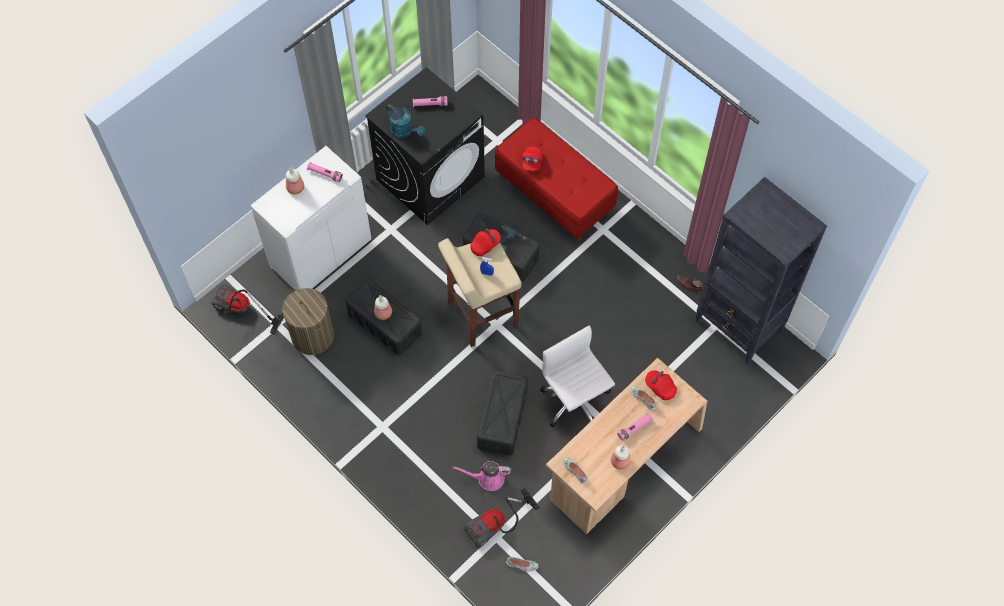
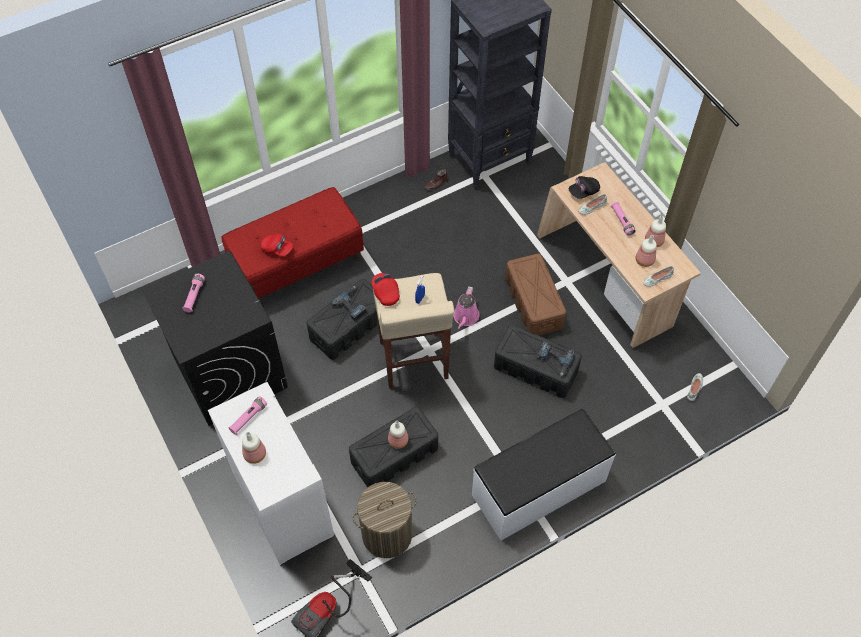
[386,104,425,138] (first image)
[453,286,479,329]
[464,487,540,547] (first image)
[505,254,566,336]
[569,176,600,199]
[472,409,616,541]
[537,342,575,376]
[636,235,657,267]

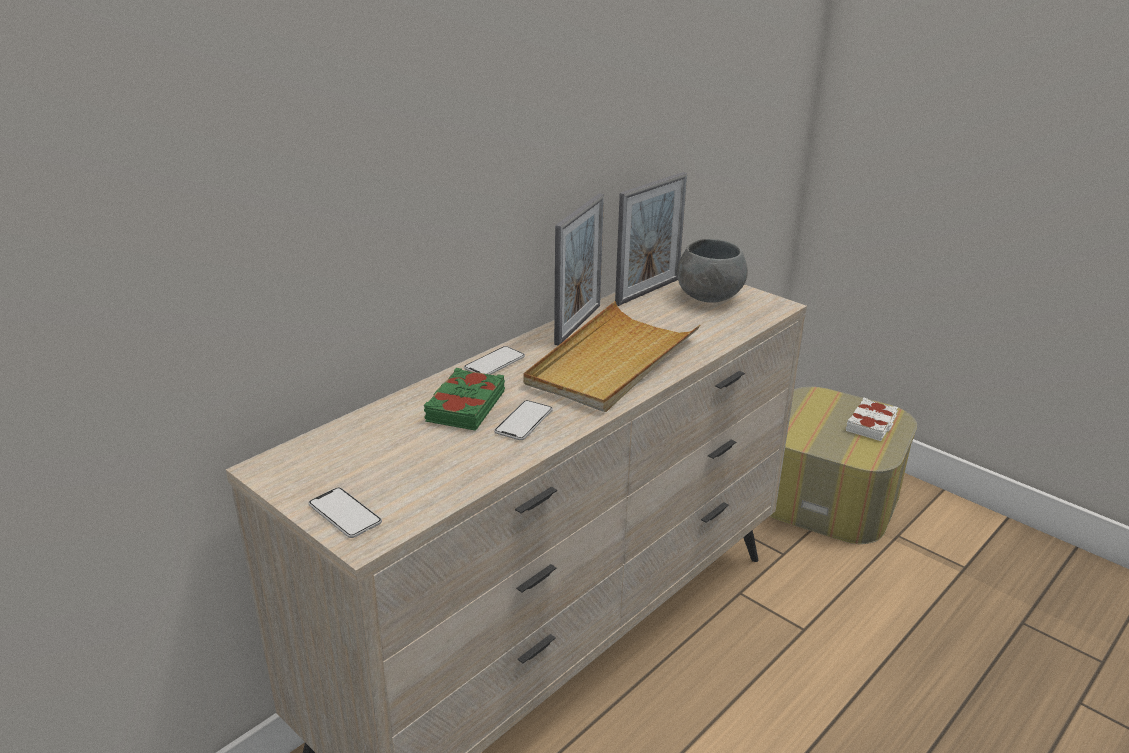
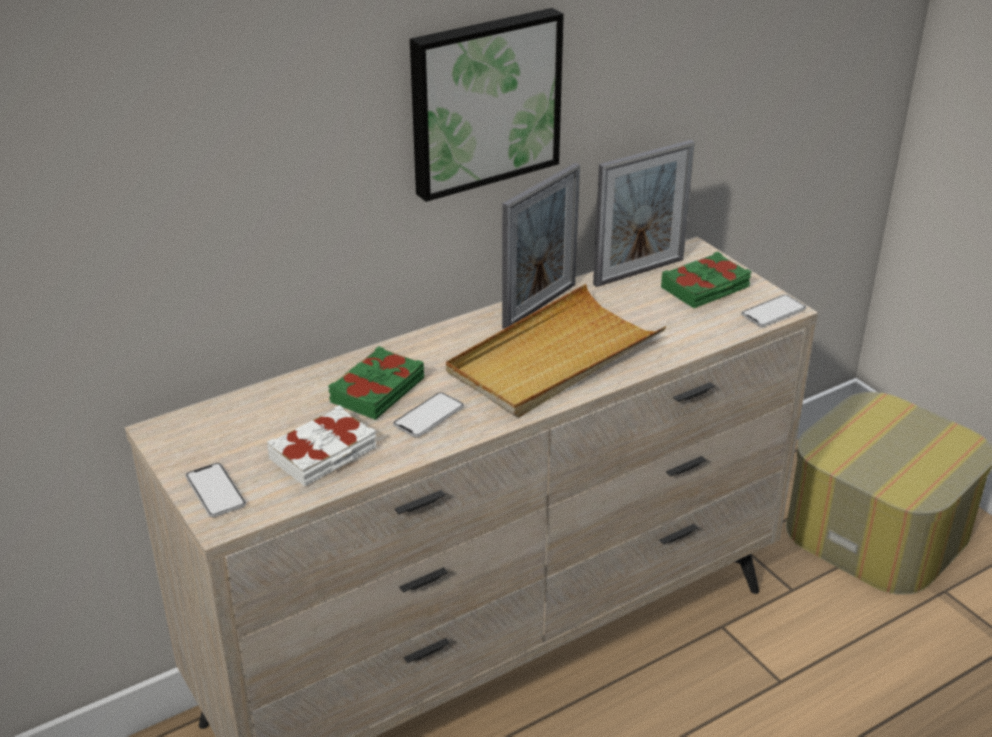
[741,295,806,327]
[661,252,752,308]
[267,405,377,486]
[410,8,564,202]

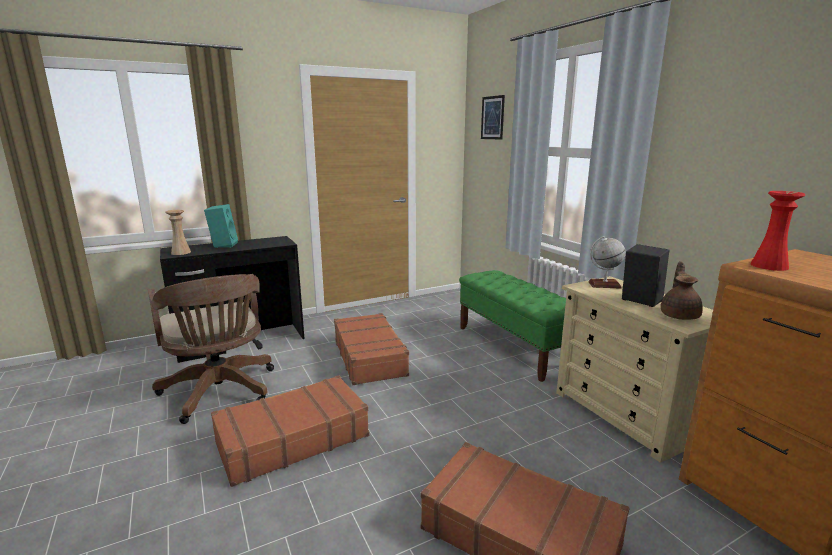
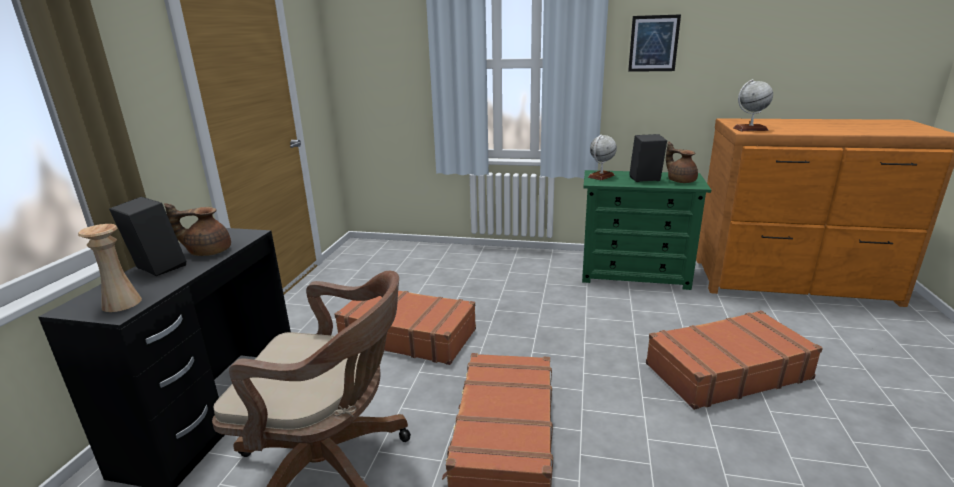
[109,197,186,276]
[459,270,566,382] (first image)
[628,14,681,72]
[582,170,711,290]
[733,79,773,131]
[164,203,231,256]

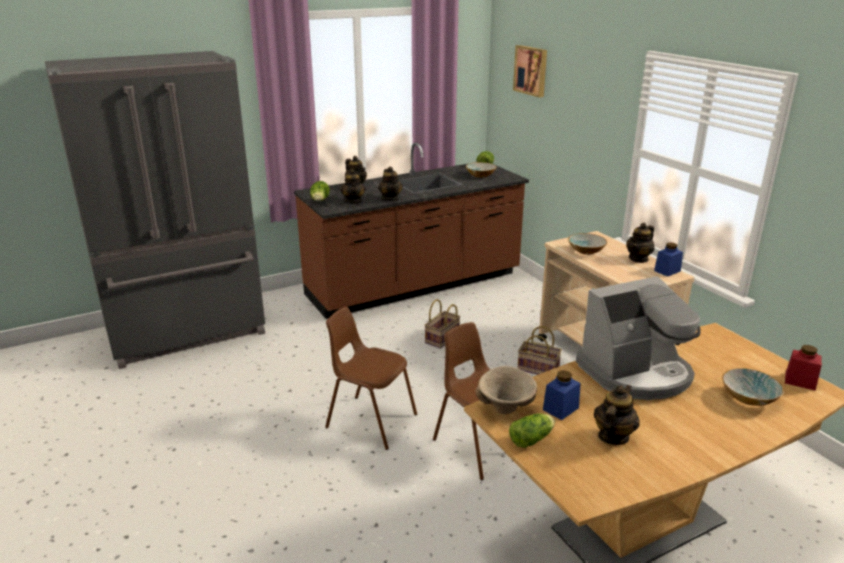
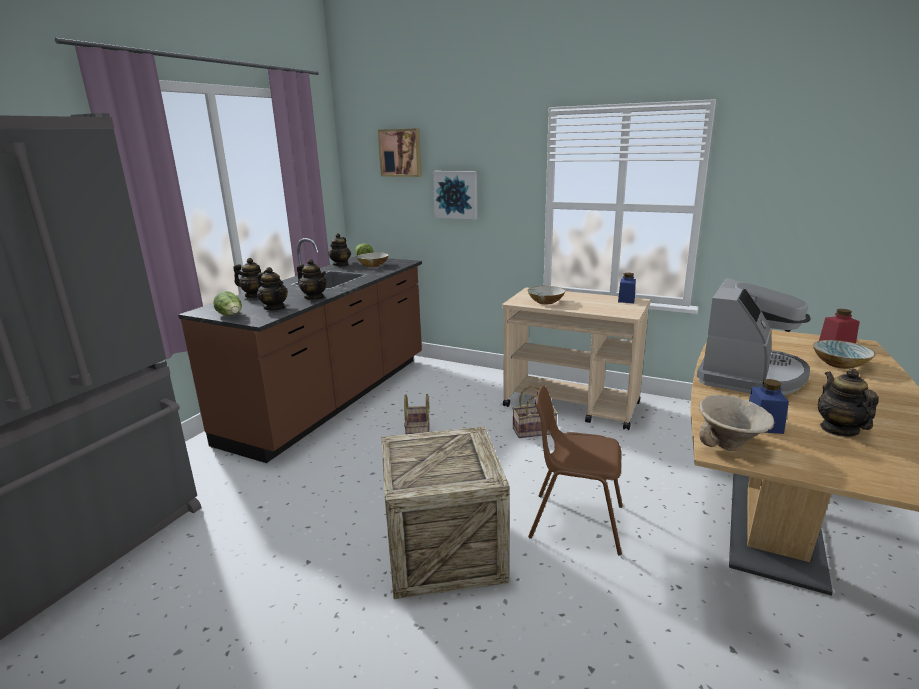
[382,426,510,599]
[509,413,555,448] (first image)
[328,233,351,266]
[433,171,477,219]

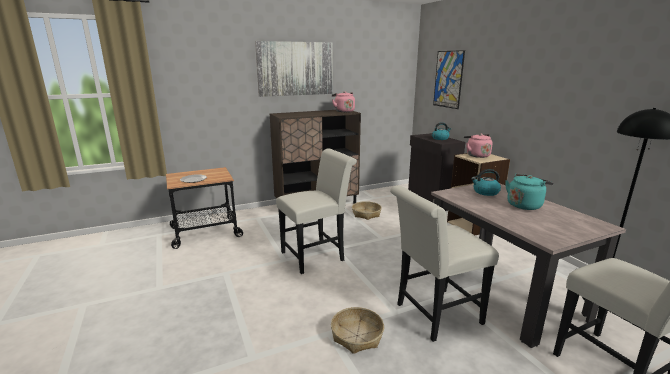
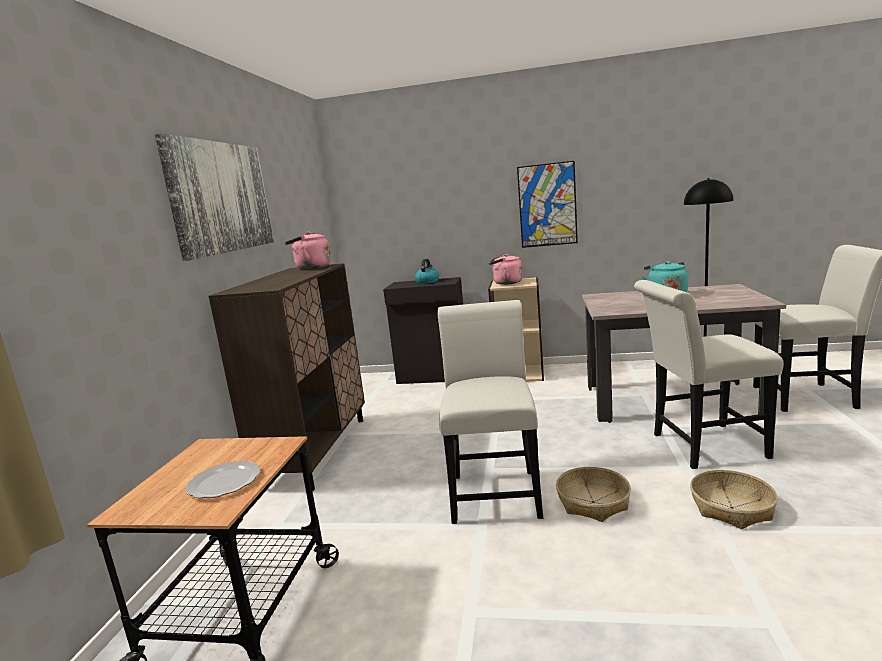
[556,467,631,522]
[634,280,783,469]
[517,161,578,248]
[471,169,501,196] (first image)

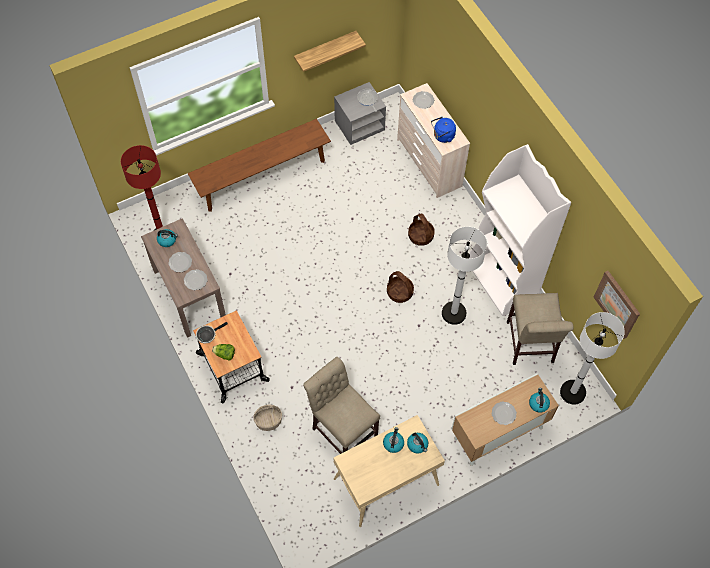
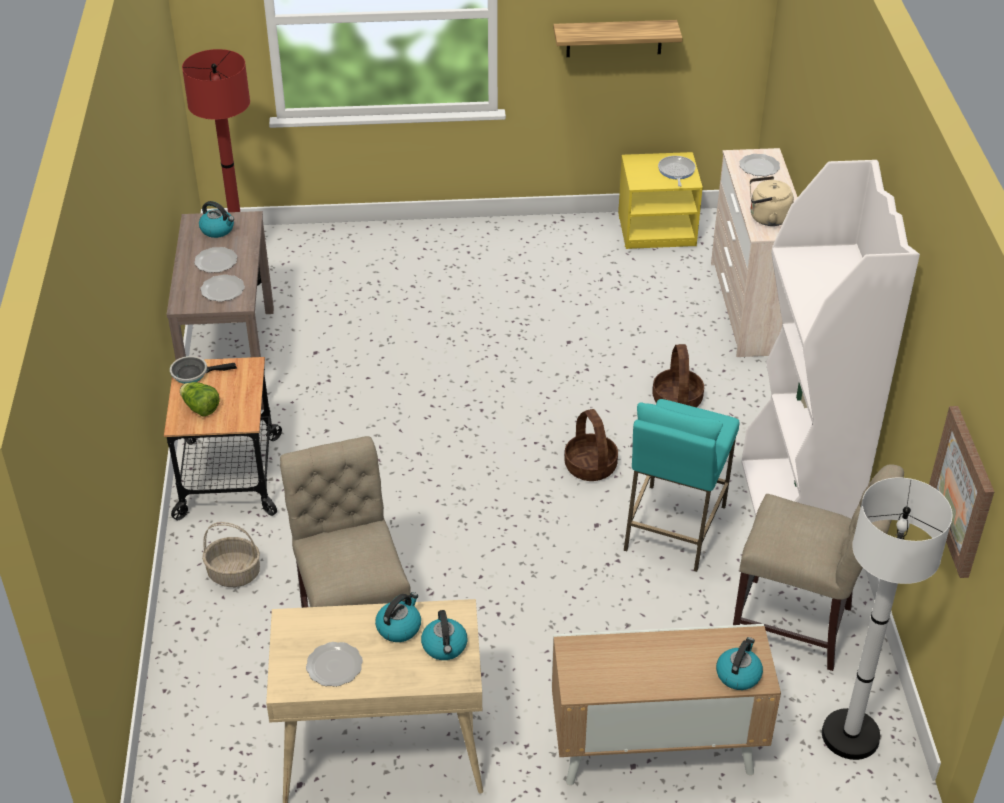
[187,119,331,212] (first image)
[618,152,703,249]
[750,176,794,226]
[624,399,740,572]
[306,642,363,687]
[733,464,904,671]

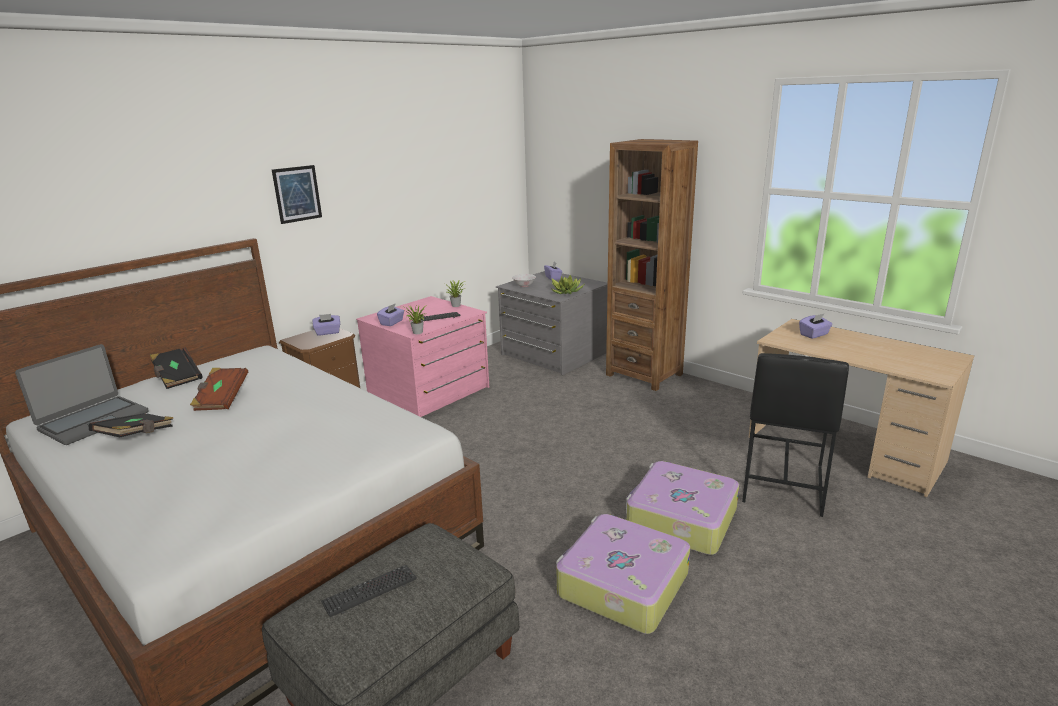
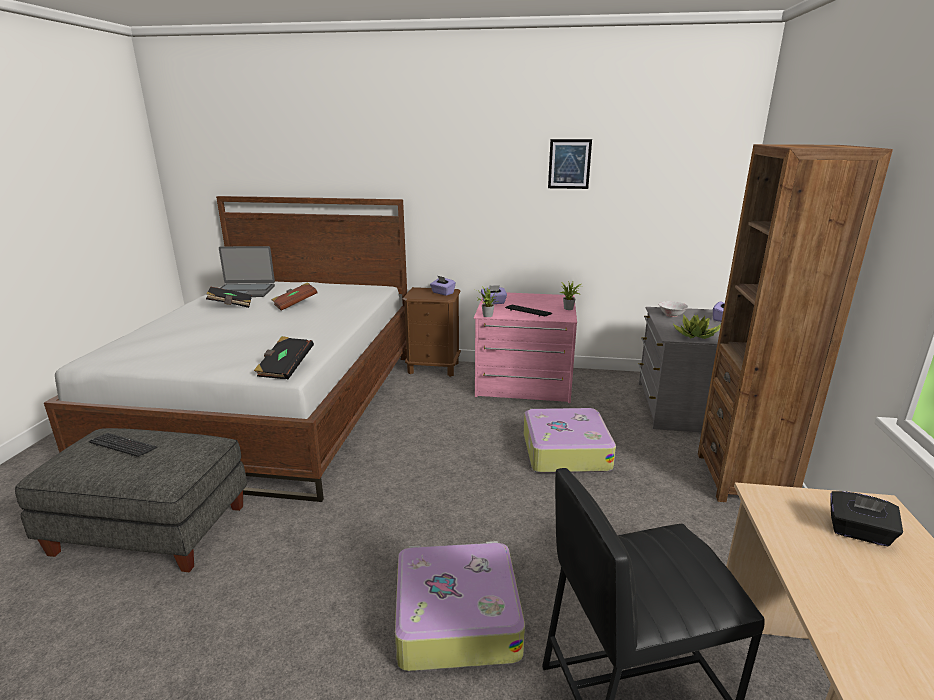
[254,336,314,379]
[548,139,592,189]
[524,408,616,473]
[830,491,903,546]

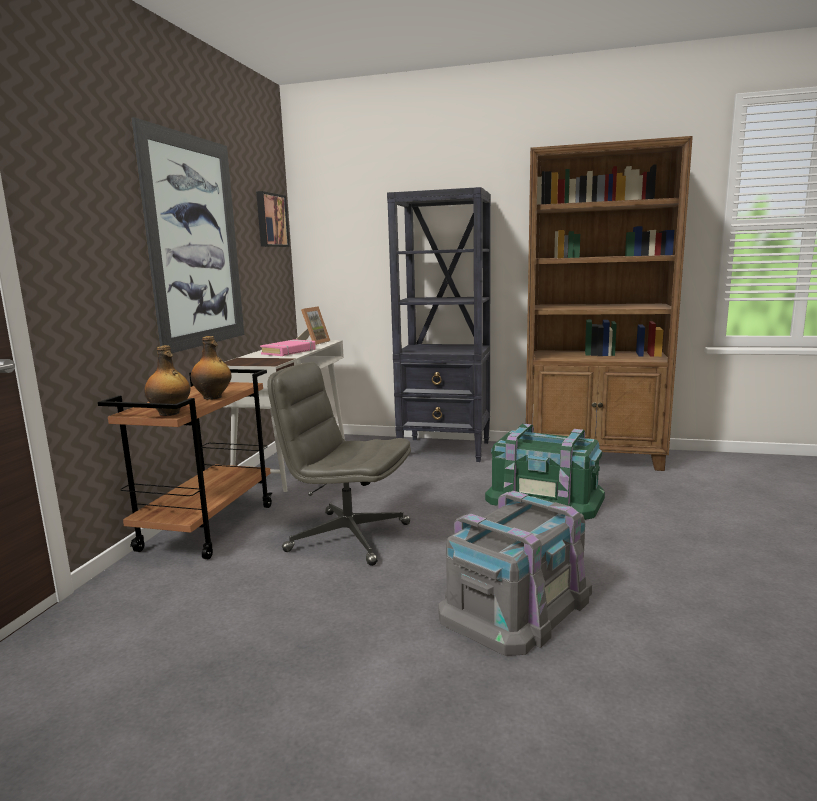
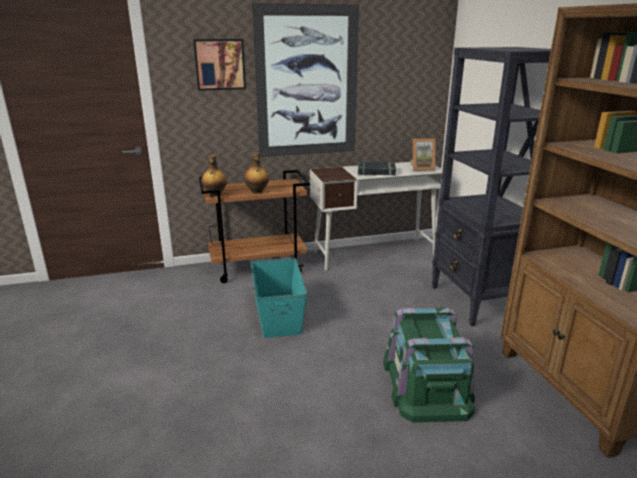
[193,39,246,91]
[358,162,396,176]
[251,258,307,338]
[438,491,592,656] (first image)

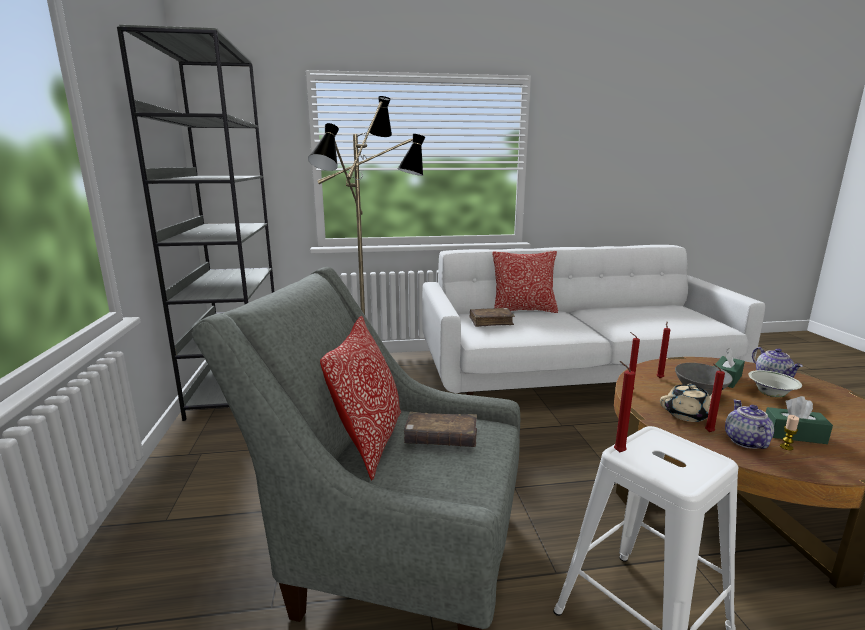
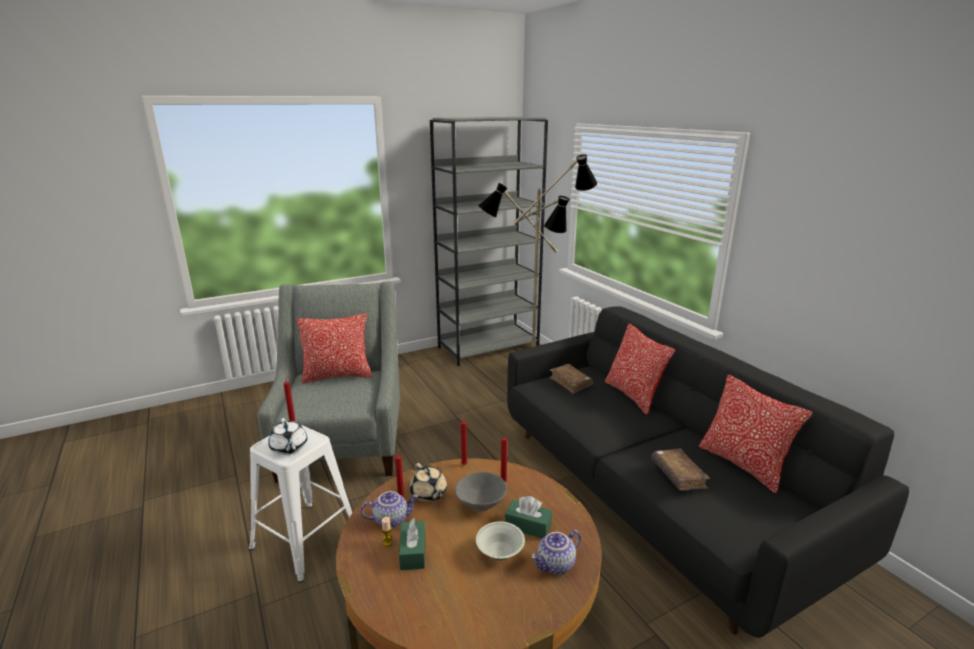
[651,449,710,491]
[507,306,909,638]
[268,418,307,455]
[699,374,812,493]

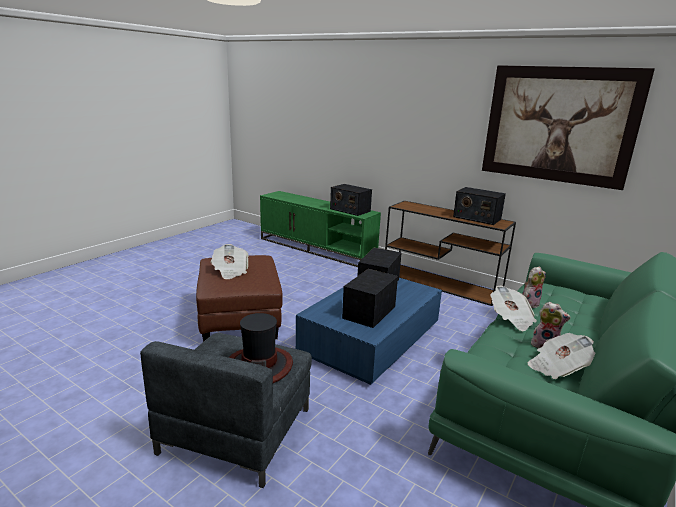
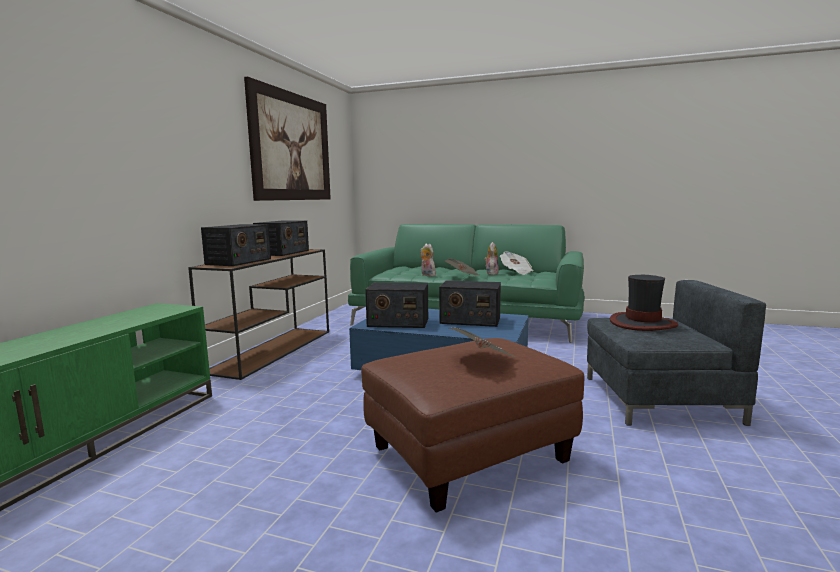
[201,224,271,266]

